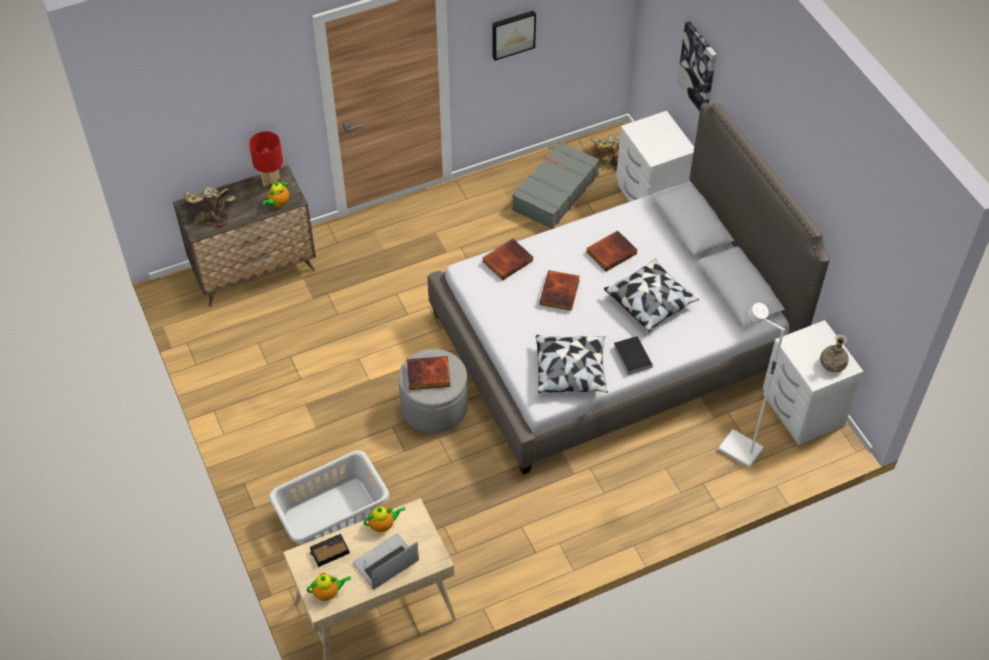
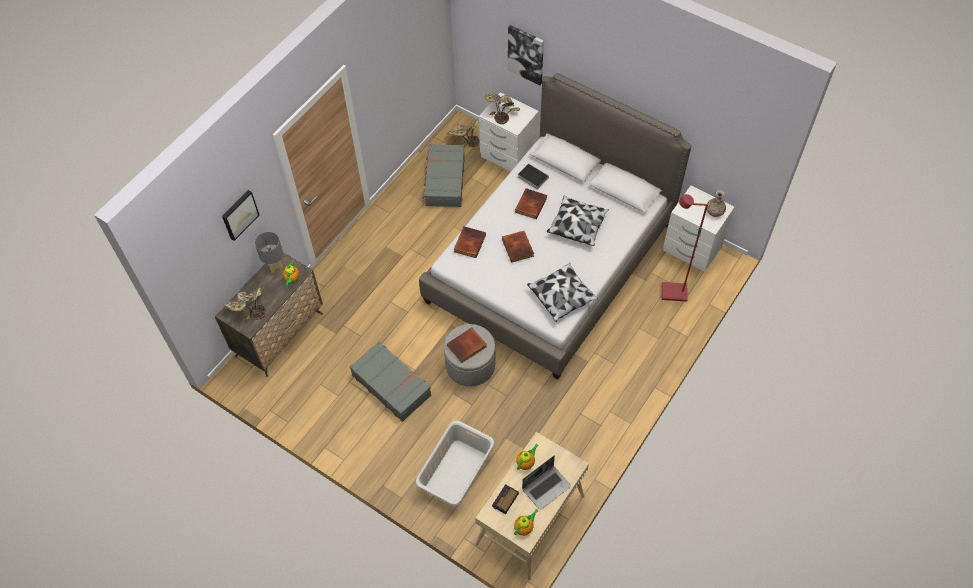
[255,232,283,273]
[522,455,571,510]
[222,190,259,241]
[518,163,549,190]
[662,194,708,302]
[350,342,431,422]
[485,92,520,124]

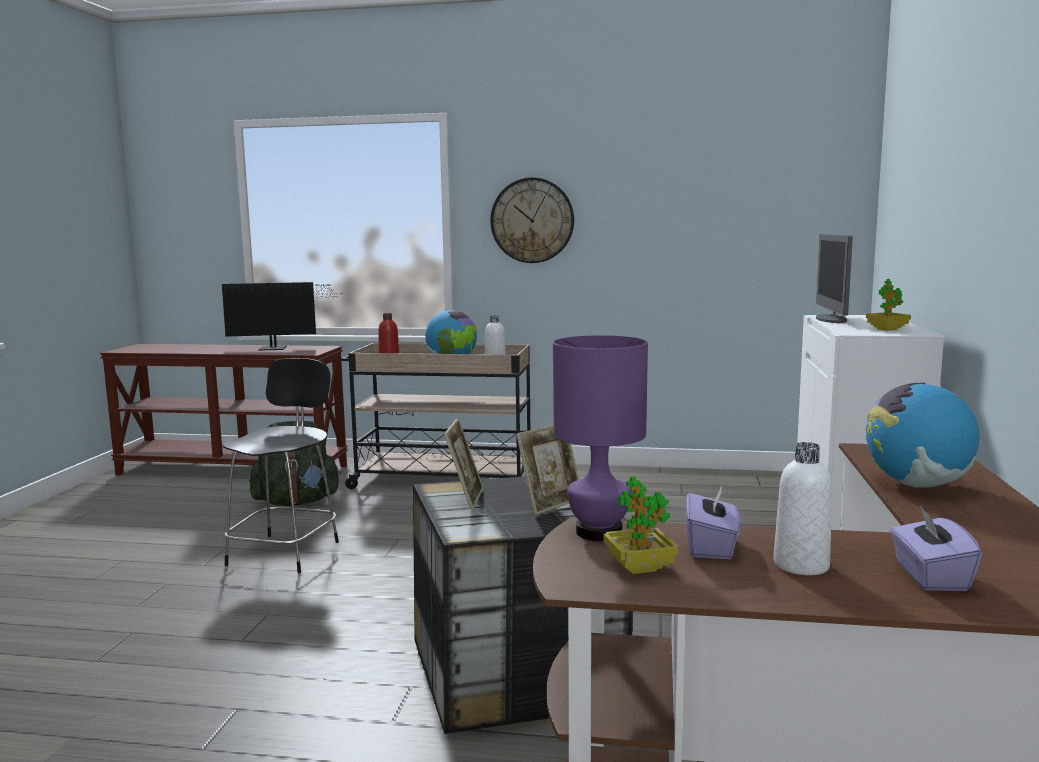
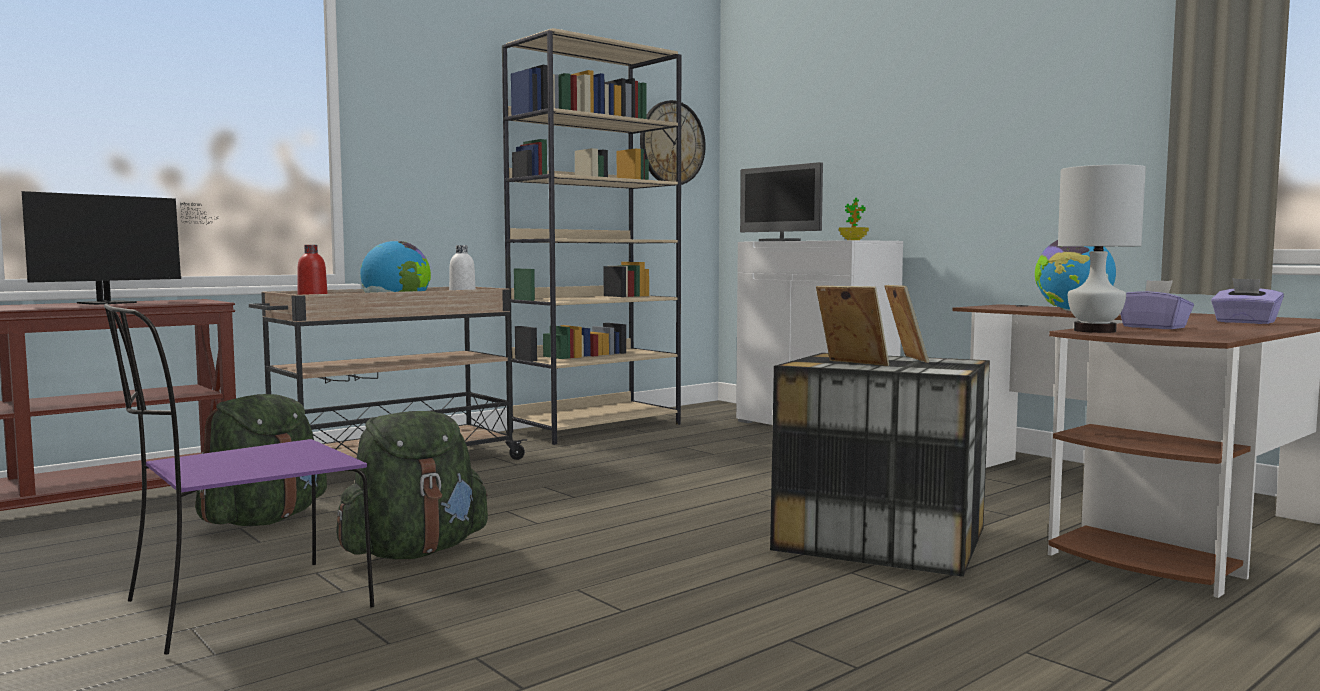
[336,411,488,559]
[640,100,706,185]
[1058,165,1146,333]
[603,476,678,574] (first image)
[774,442,832,575] (first image)
[104,303,374,654]
[502,28,681,445]

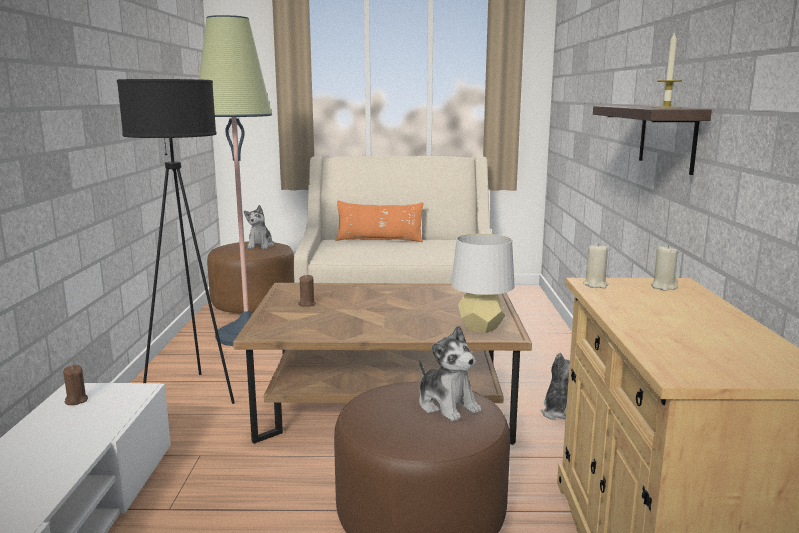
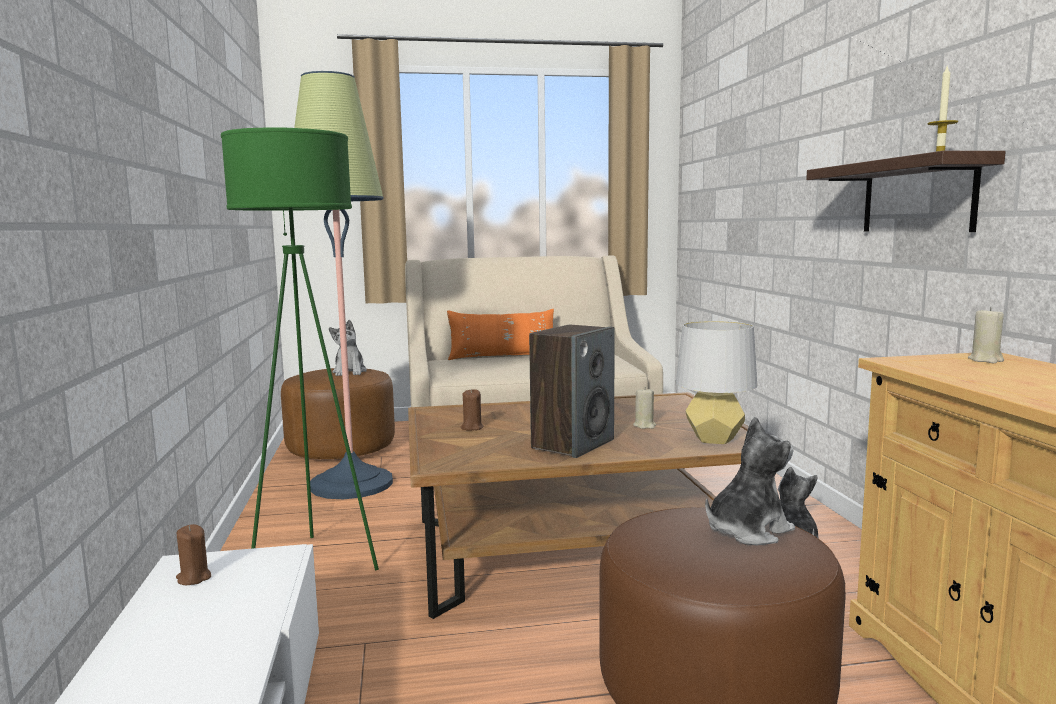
[221,127,379,570]
[705,417,795,546]
[633,387,656,429]
[529,325,615,458]

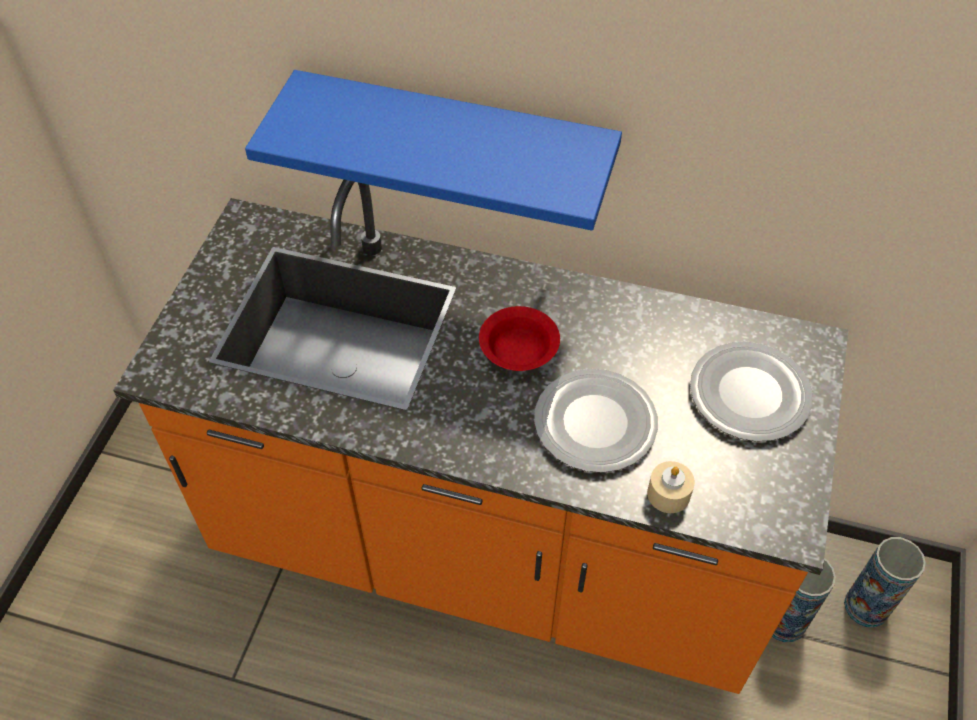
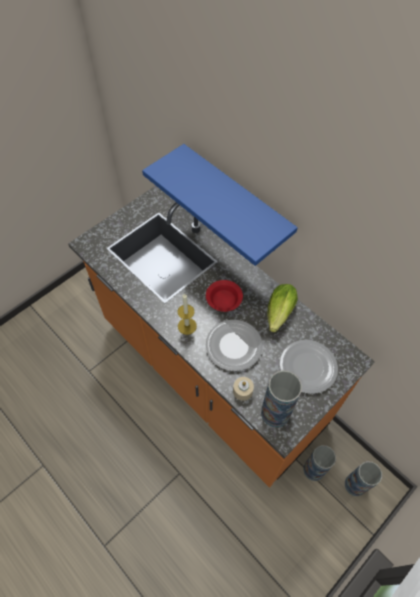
[178,293,197,335]
[261,370,302,428]
[267,284,298,332]

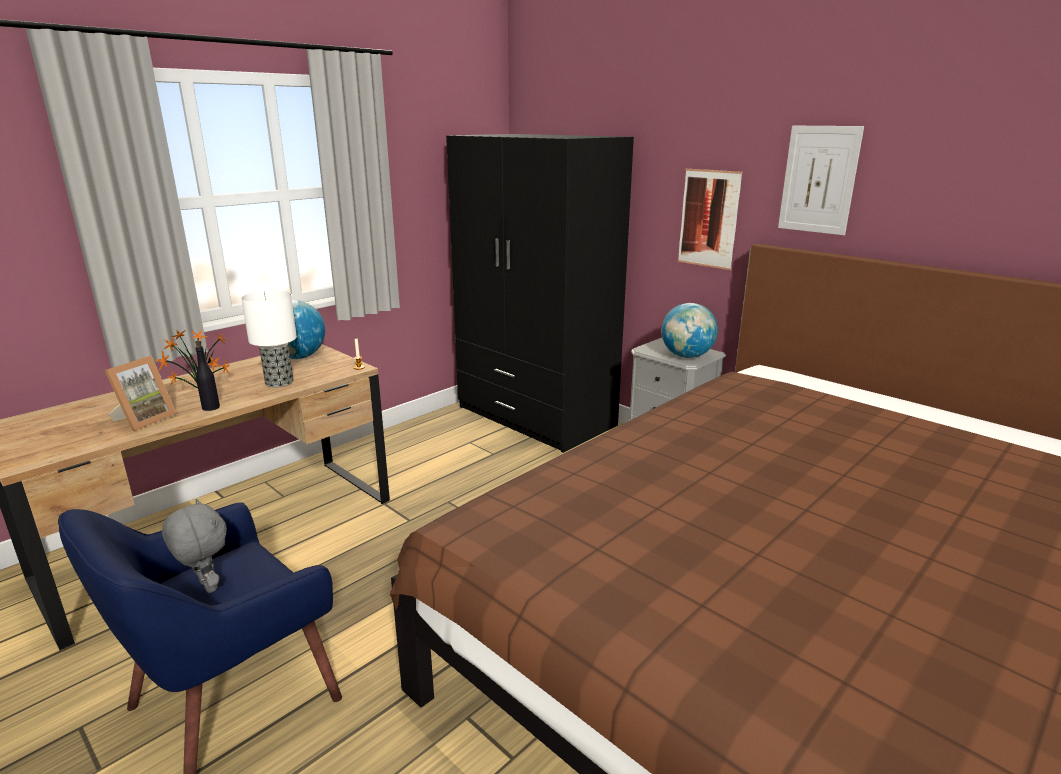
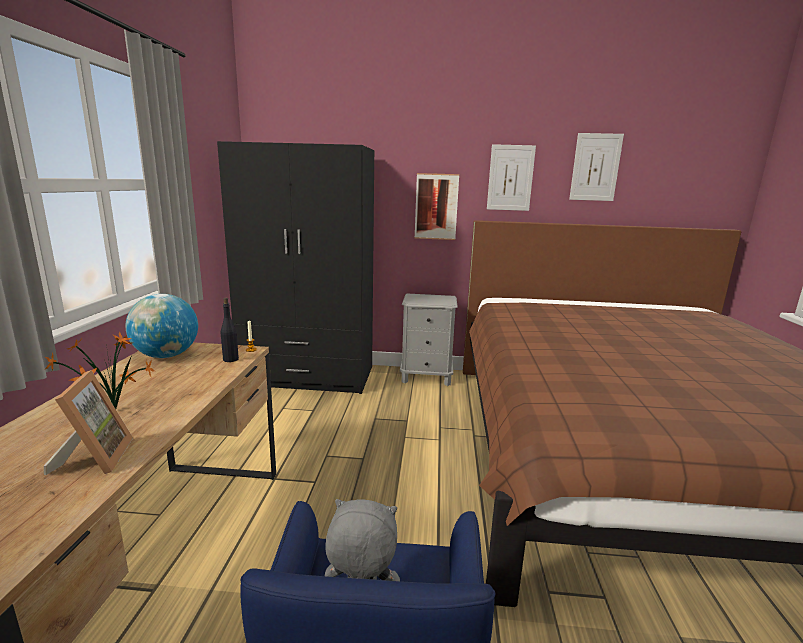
[221,298,239,362]
[241,290,297,388] (first image)
[661,303,718,358] (first image)
[569,133,624,201]

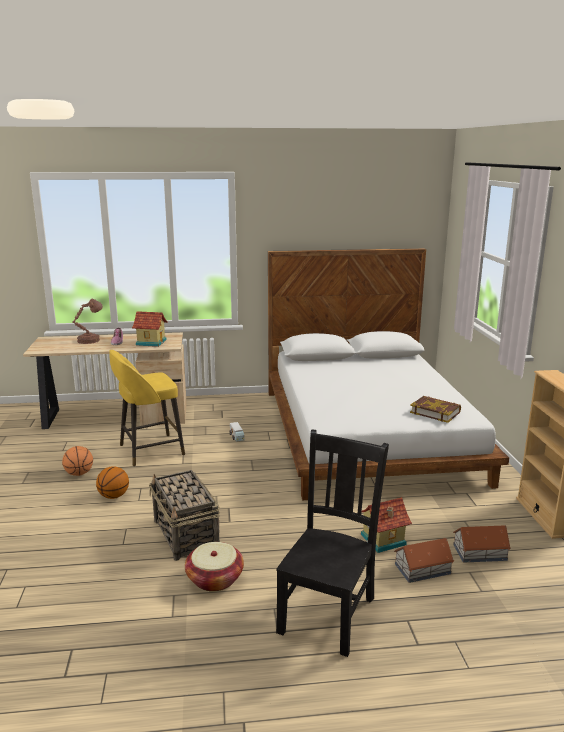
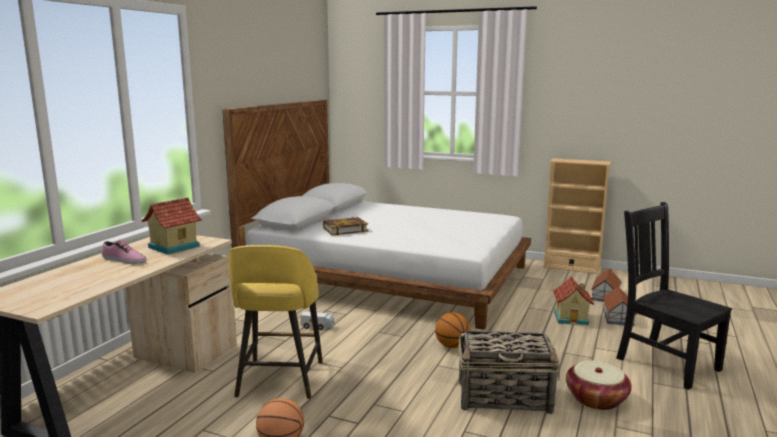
[72,299,103,344] (first image)
[435,312,470,348]
[323,217,368,235]

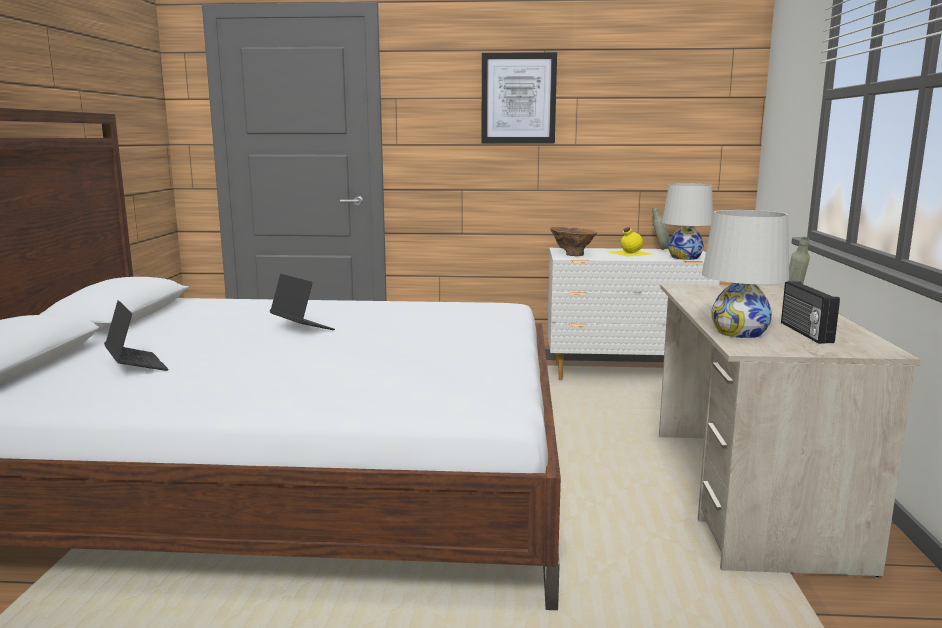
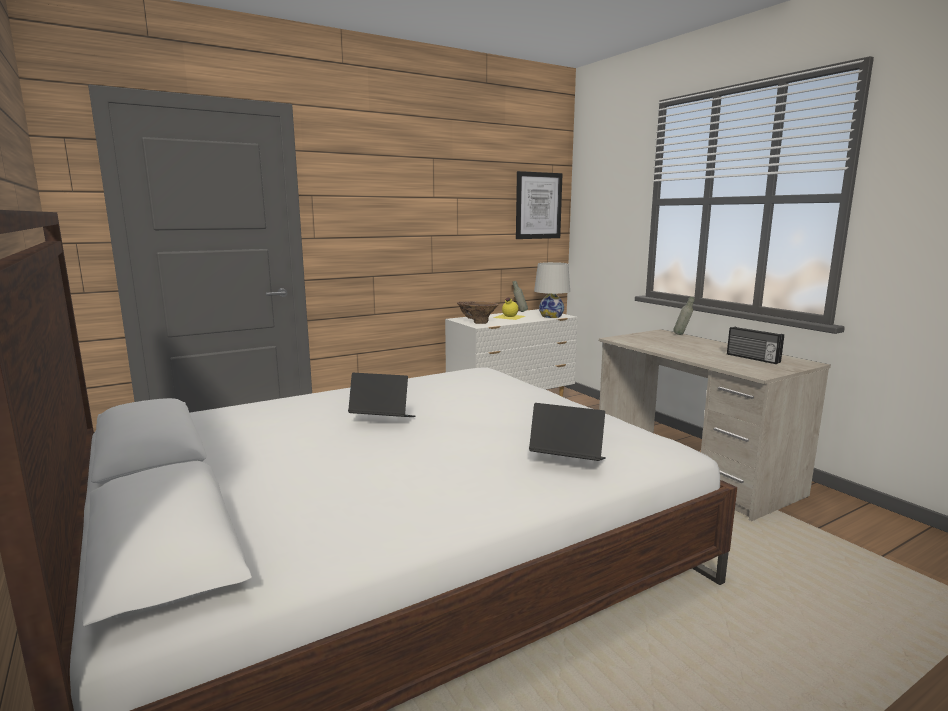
[529,403,606,461]
[516,171,562,239]
[702,210,789,338] (first image)

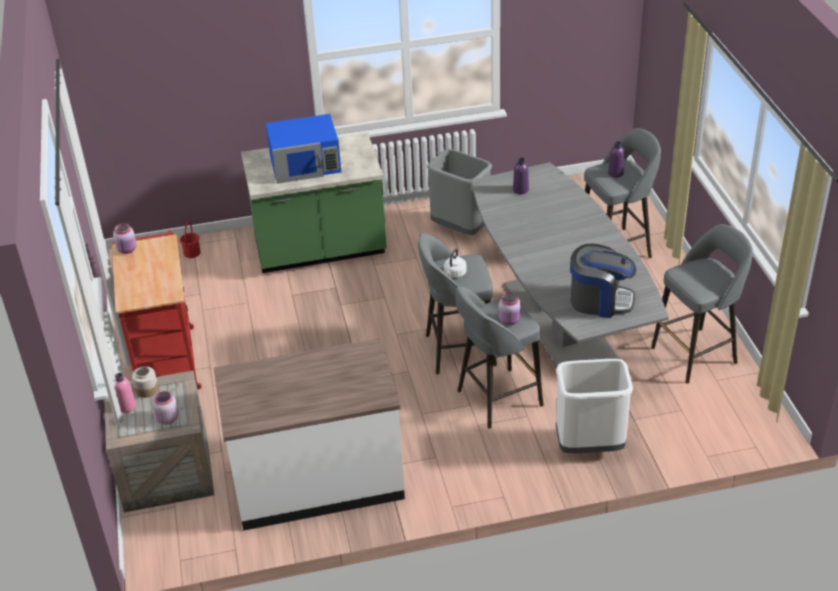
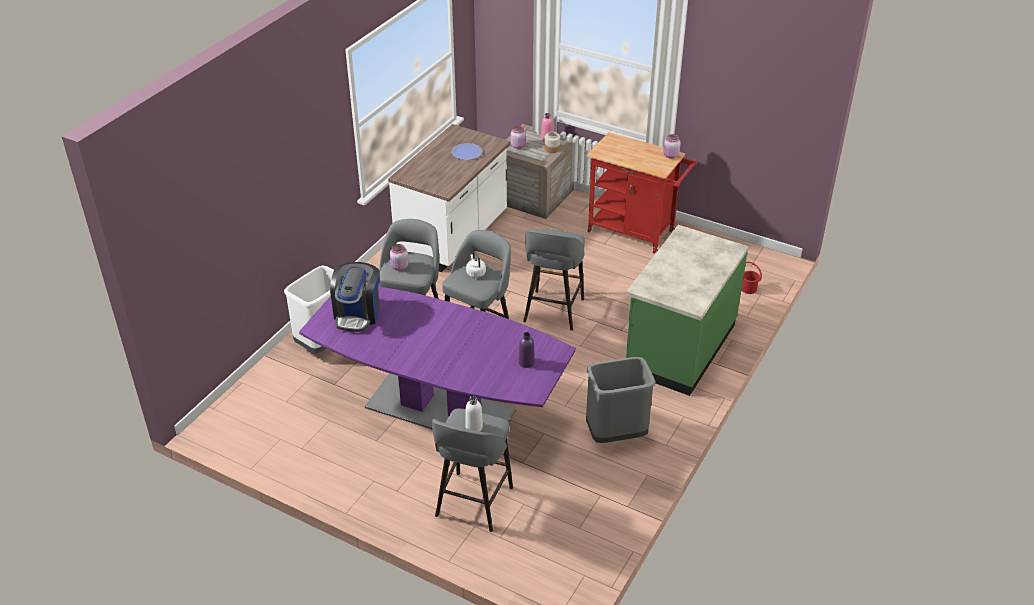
[266,114,341,184] (first image)
[299,287,576,430]
[330,262,380,332]
[465,396,483,432]
[523,229,585,331]
[451,143,483,160]

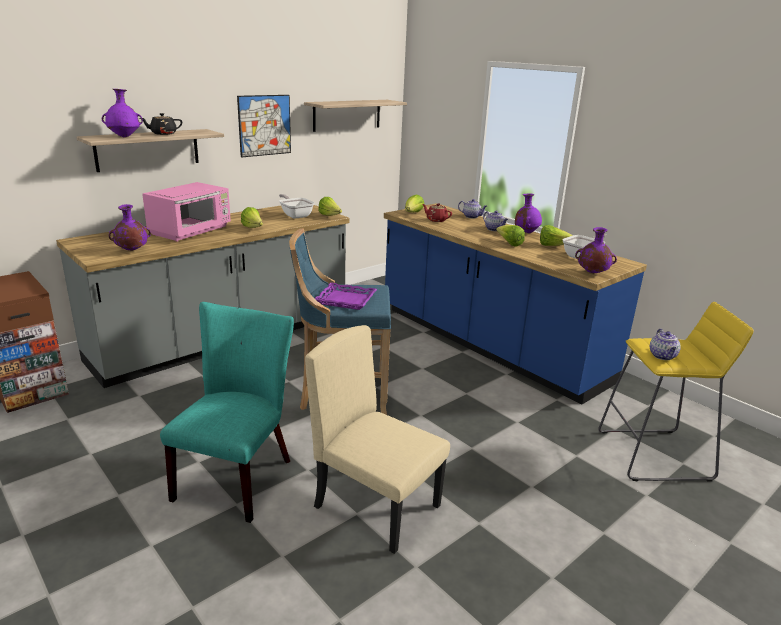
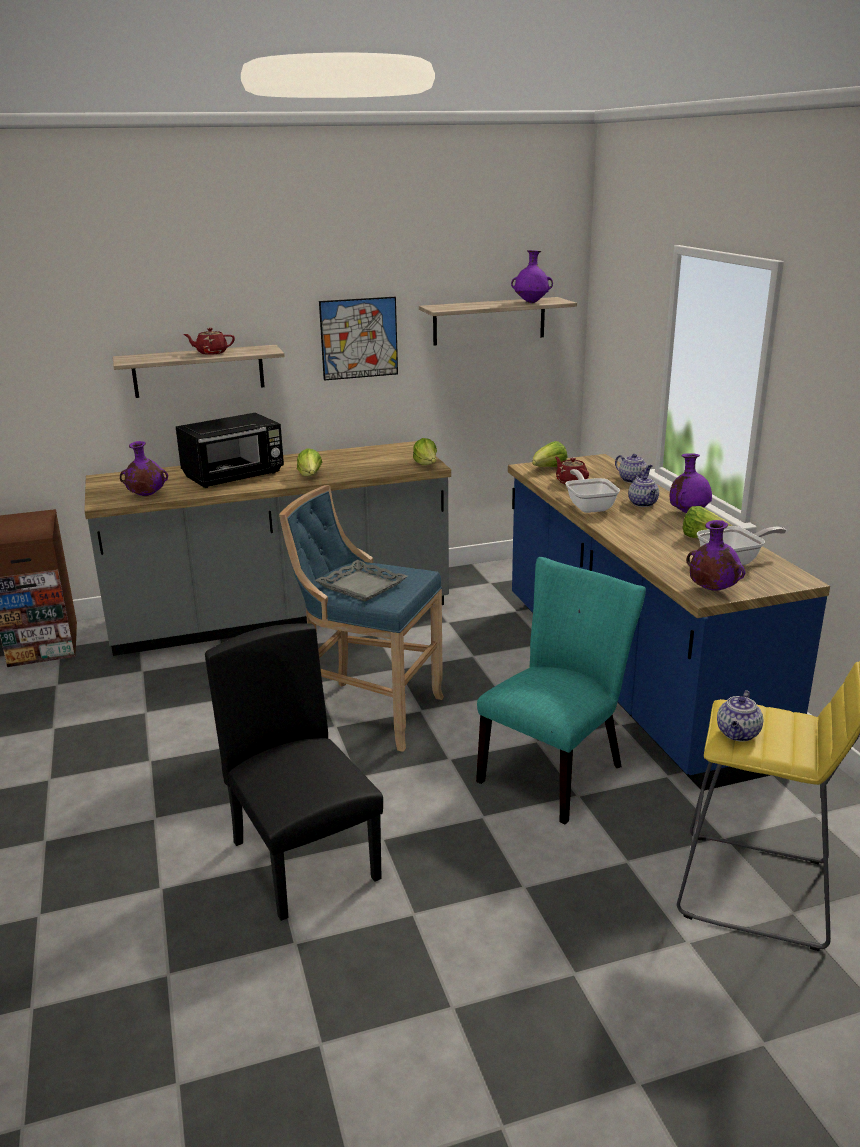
[511,250,553,303]
[184,328,235,355]
[175,413,284,488]
[476,557,646,824]
[565,469,620,513]
[205,623,383,921]
[315,560,408,602]
[496,225,525,246] (first image)

